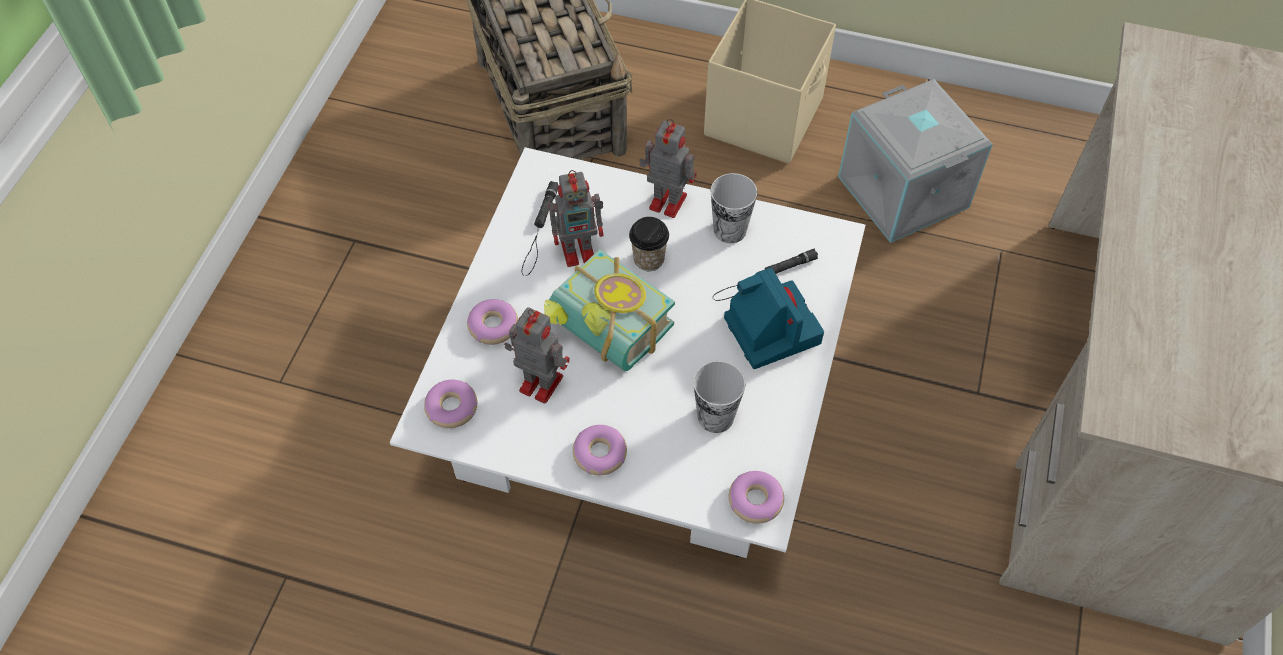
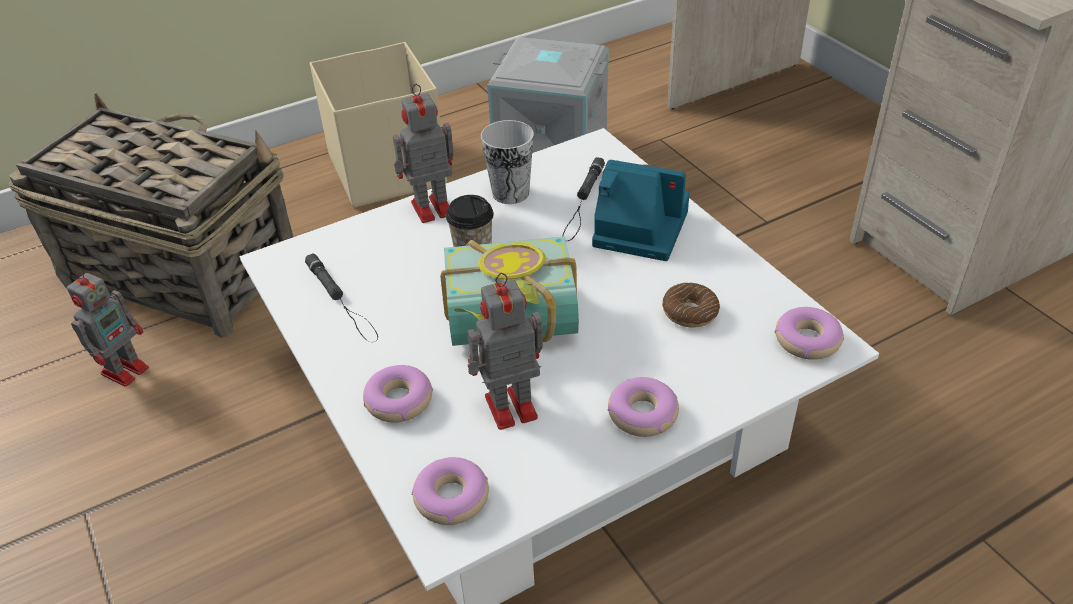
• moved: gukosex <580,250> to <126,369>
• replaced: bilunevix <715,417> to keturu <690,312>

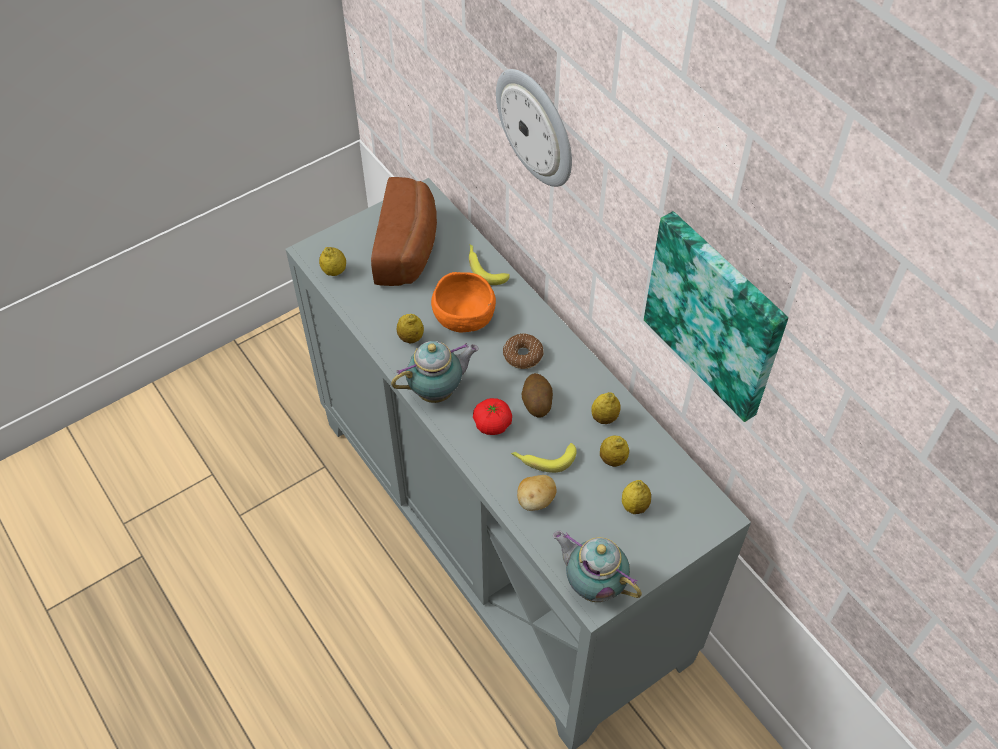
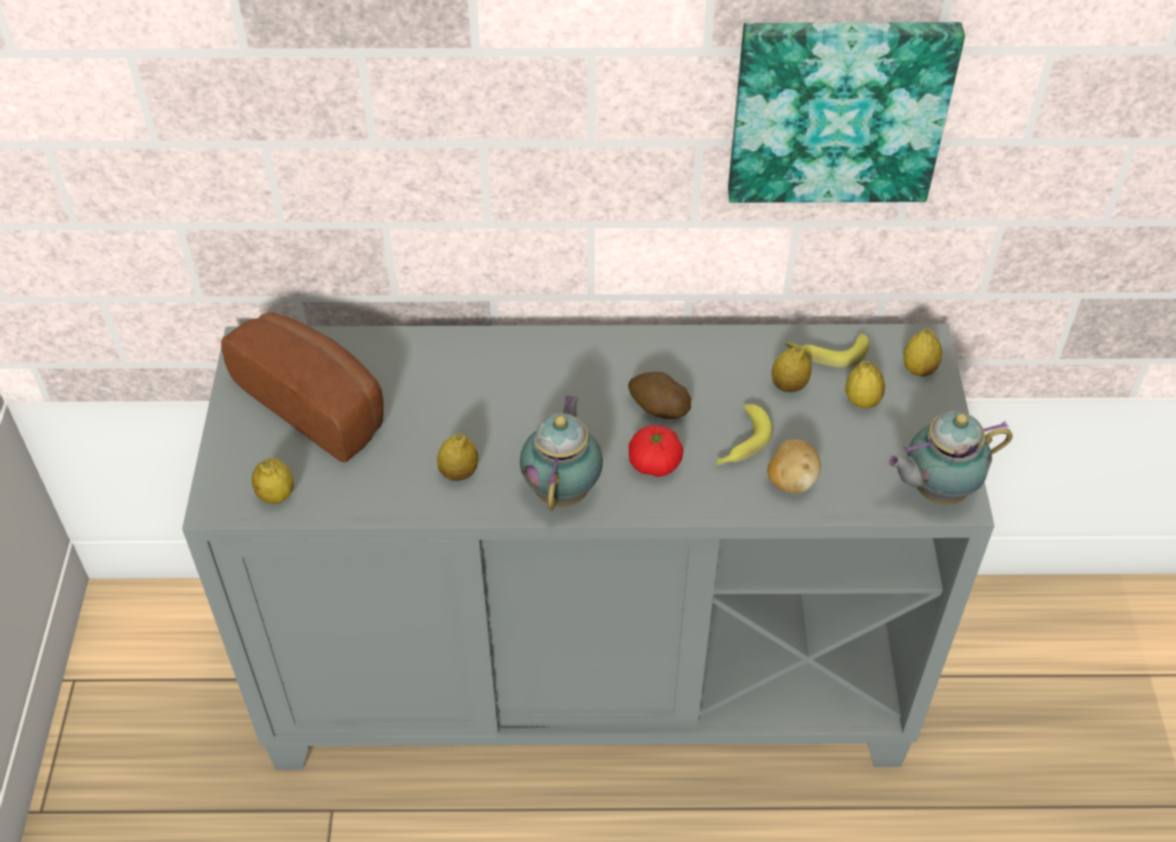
• removed: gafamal <537,126>
• moved: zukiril <484,268> to <825,353>
• removed: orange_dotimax <465,316>
• removed: keturu <523,355>
• moved: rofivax <604,417> to <918,369>

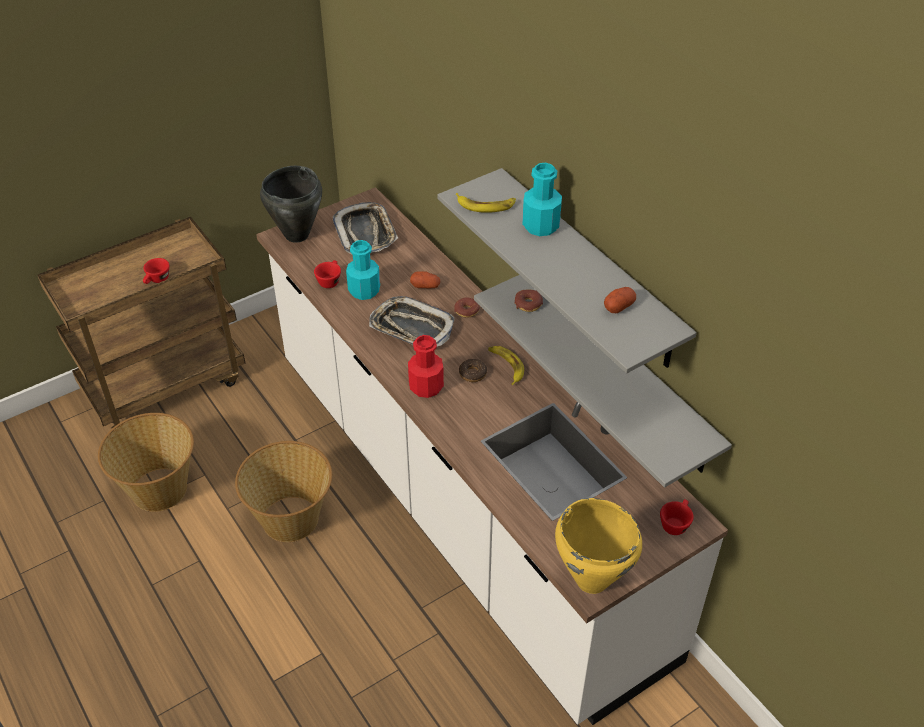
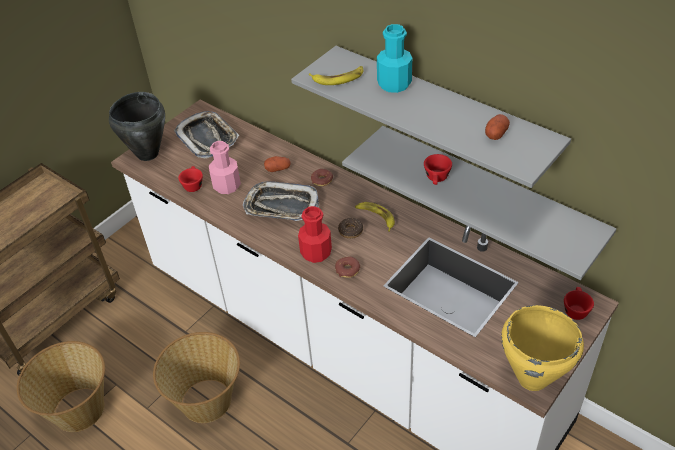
• recoloured: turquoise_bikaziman <364,290> to pink_bikaziman <227,185>
• moved: red_bilunevix <157,280> to <437,179>
• moved: keturu <528,304> to <347,270>

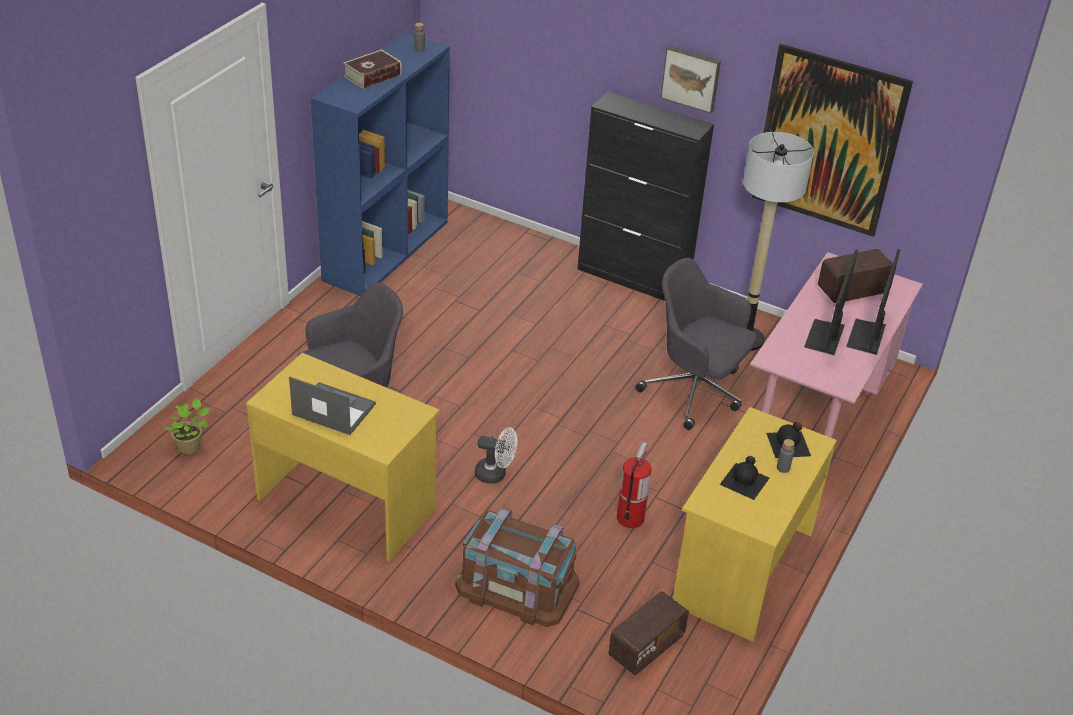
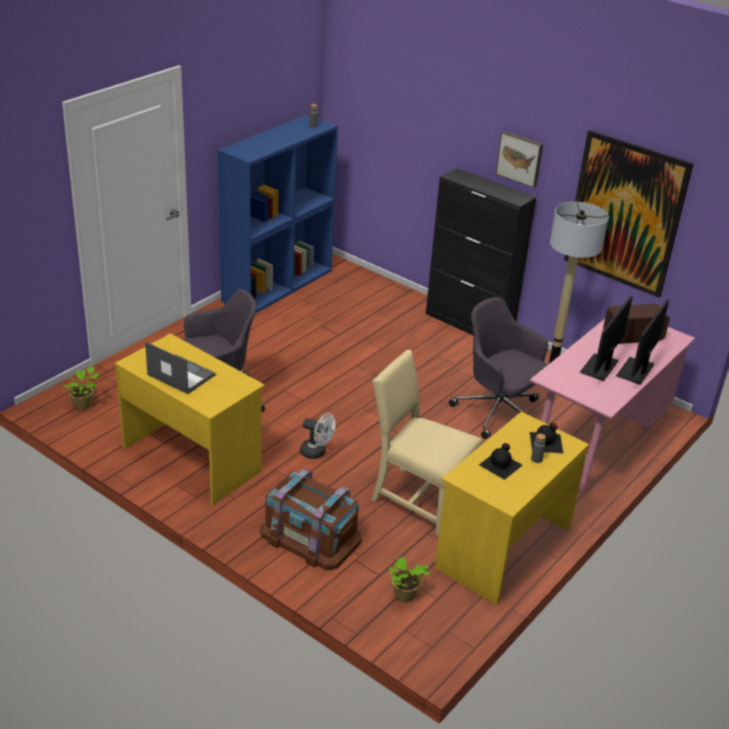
• removed: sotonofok <372,75>
• replaced: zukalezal <630,518> to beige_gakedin <418,498>
• replaced: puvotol <646,647> to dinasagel <404,596>

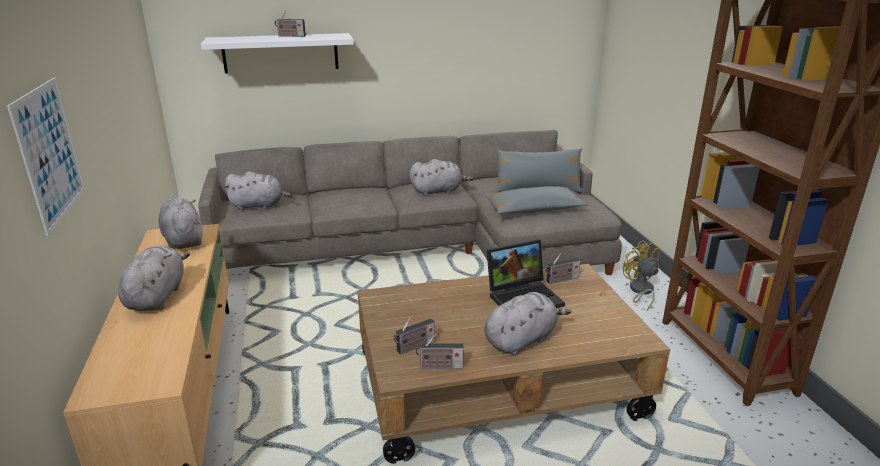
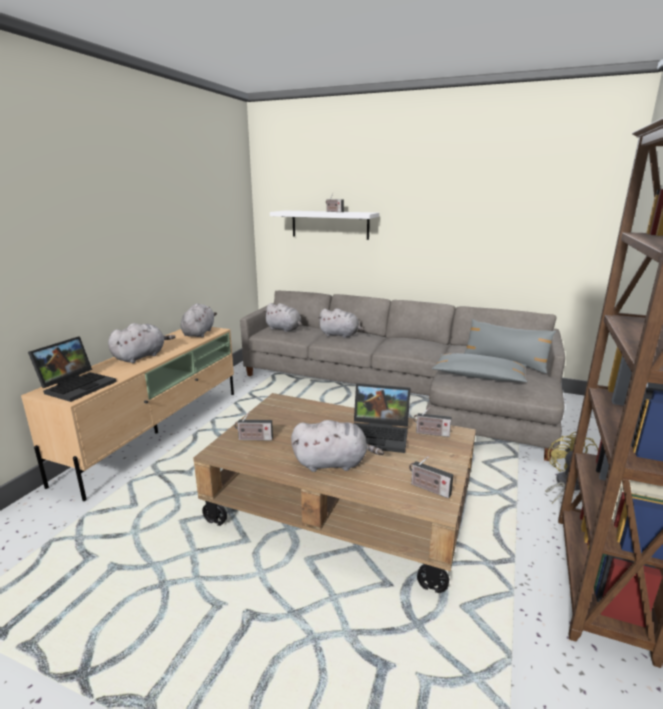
• removed: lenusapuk <50,153>
• moved: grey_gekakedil <438,191> to <340,335>
• moved: puvotol <439,367> to <428,489>
• added: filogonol <78,386>

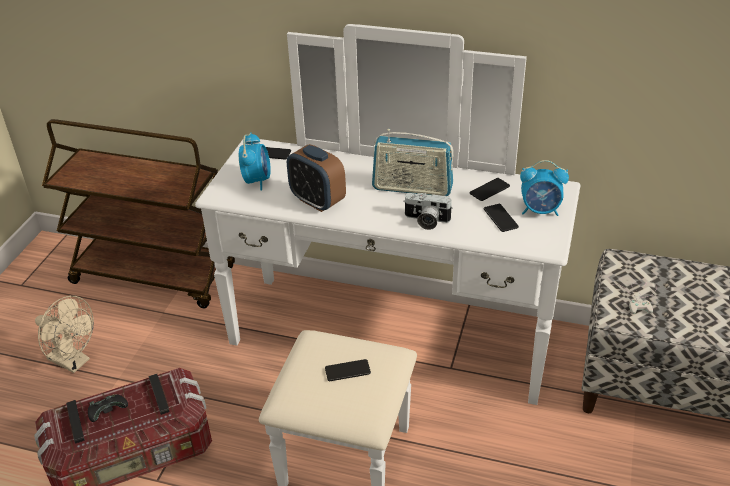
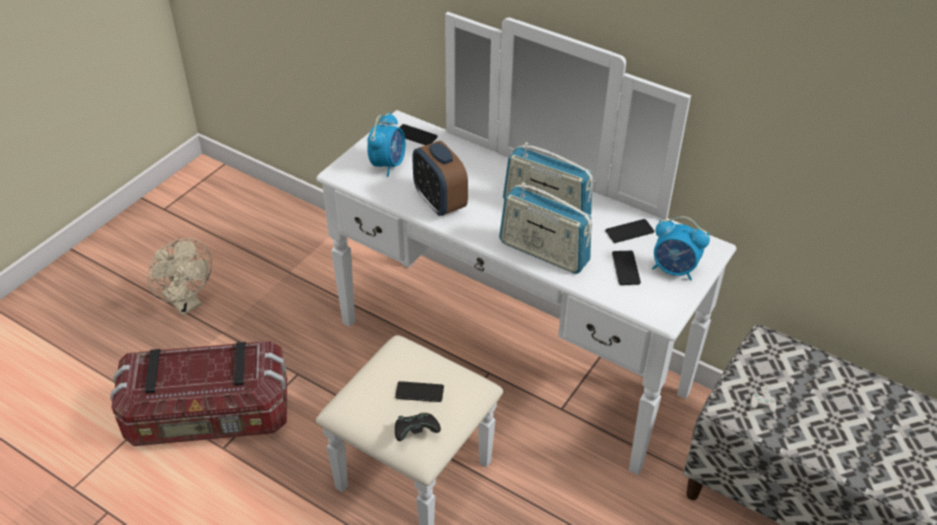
• removed: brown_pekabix <155,275>
• replaced: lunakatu <426,221> to puvotol <543,252>
• moved: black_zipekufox <108,413> to <416,433>

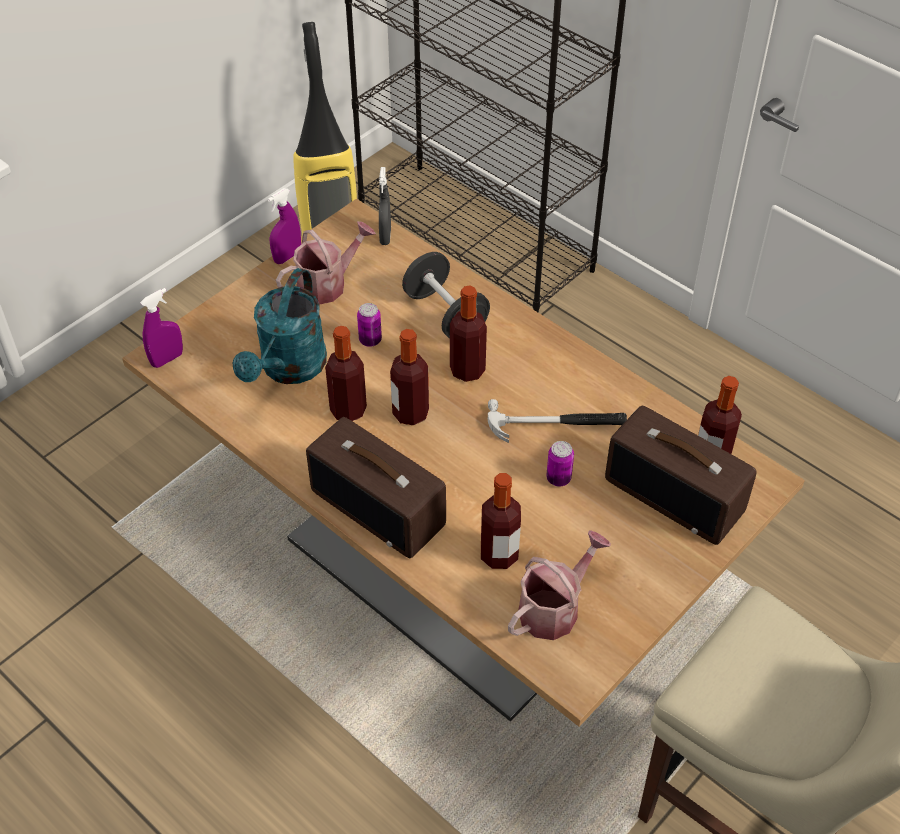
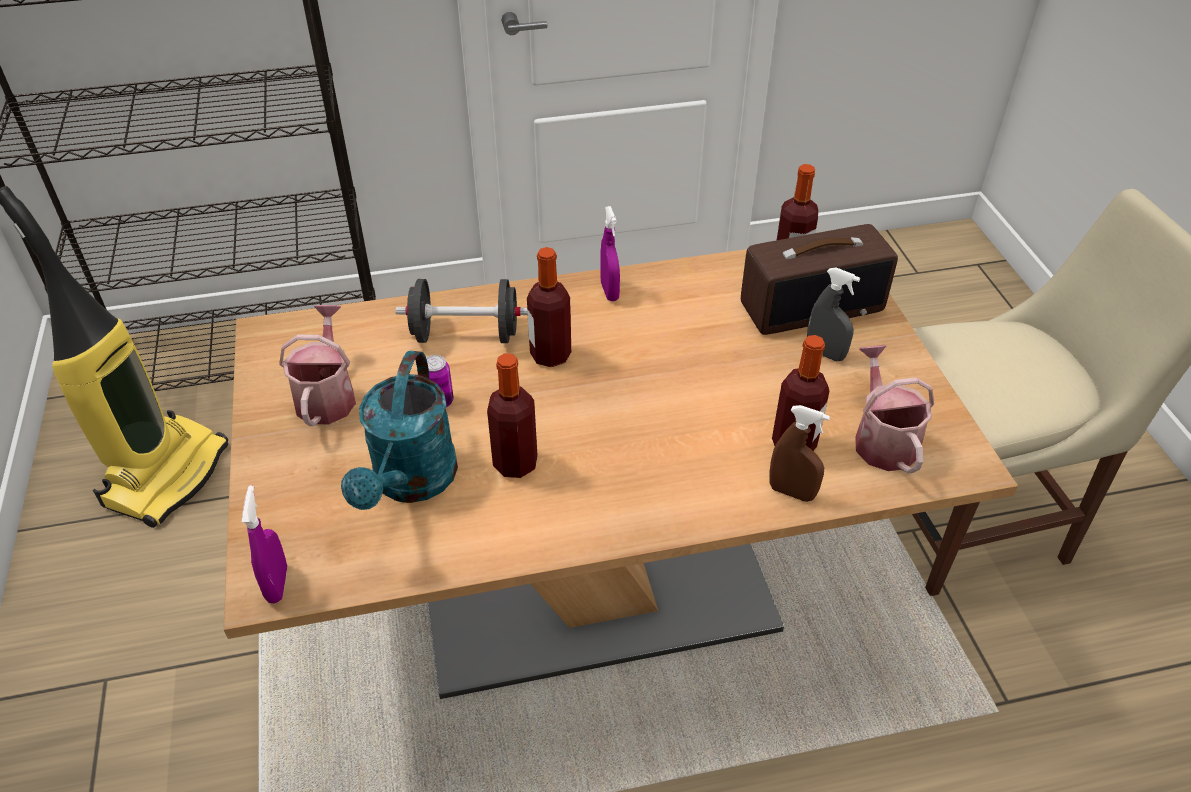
• moved: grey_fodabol <385,236> to <825,353>
• moved: purple_fodabol <287,256> to <609,291>
• turned: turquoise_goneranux <289,369> = <411,483> 45 degrees clockwise
• removed: bikaziman <410,413>
• removed: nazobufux <556,423>
• removed: puvotol <380,508>
• removed: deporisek <558,478>
• added: brown_fodabol <791,492>

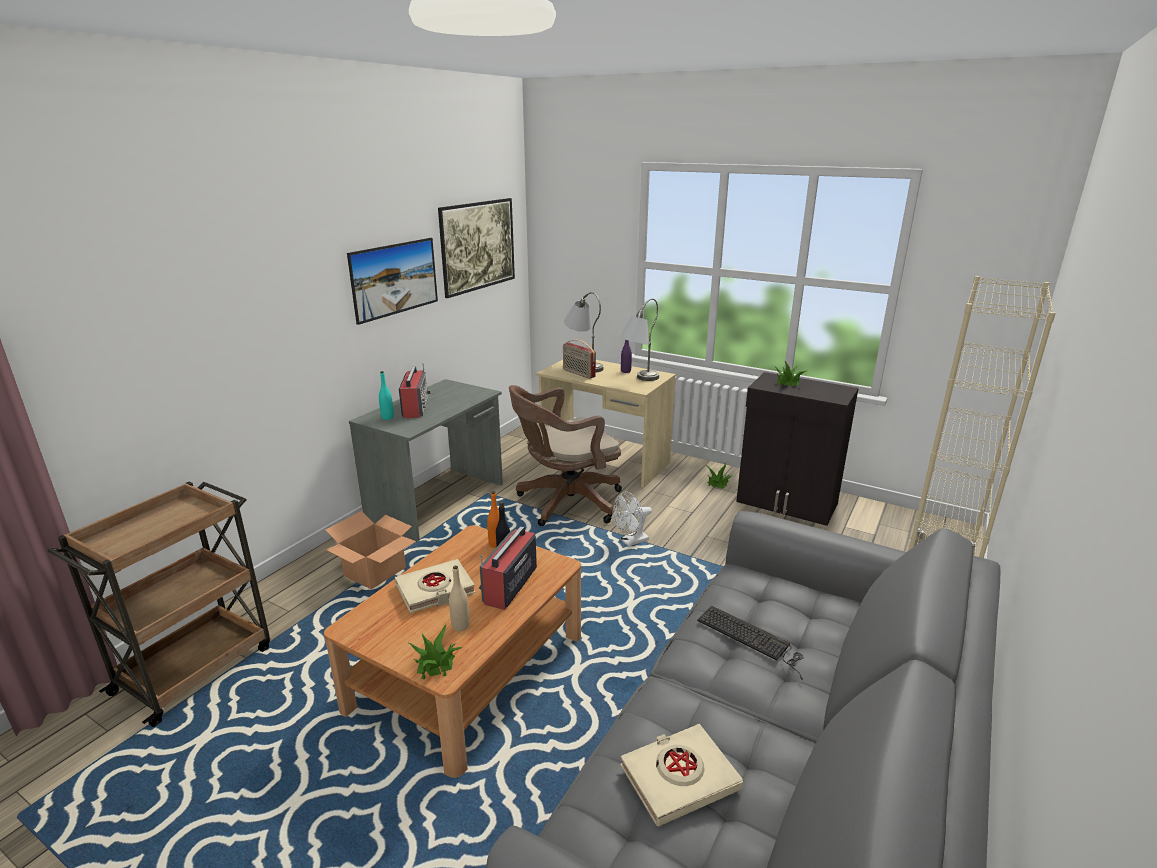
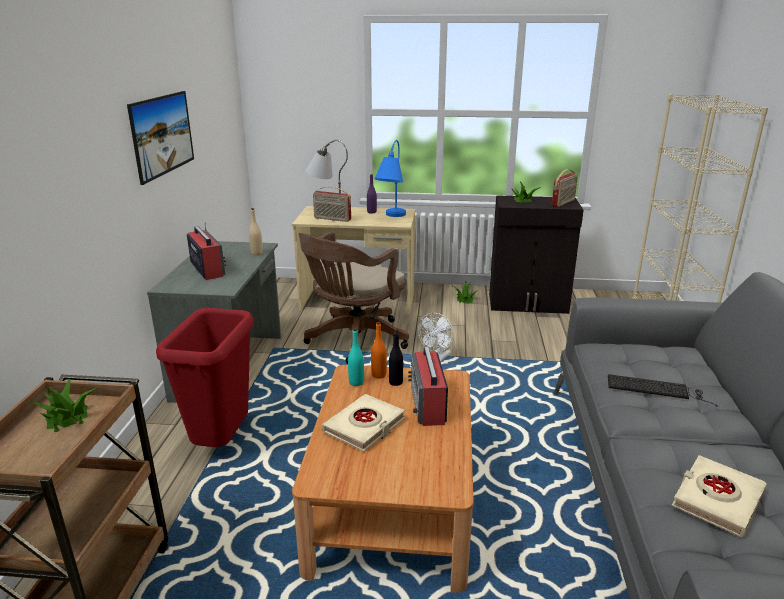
• removed: lenusapuk <479,267>
• recoloured: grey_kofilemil <638,381> to blue_kofilemil <391,217>
• moved: turquoise_bikaziman <387,417> to <356,382>
• replaced: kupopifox <375,571> to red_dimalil <221,443>
• moved: beige_bikaziman <460,626> to <256,253>
• moved: dinasagel <435,663> to <66,417>
• added: puvotol <563,203>

